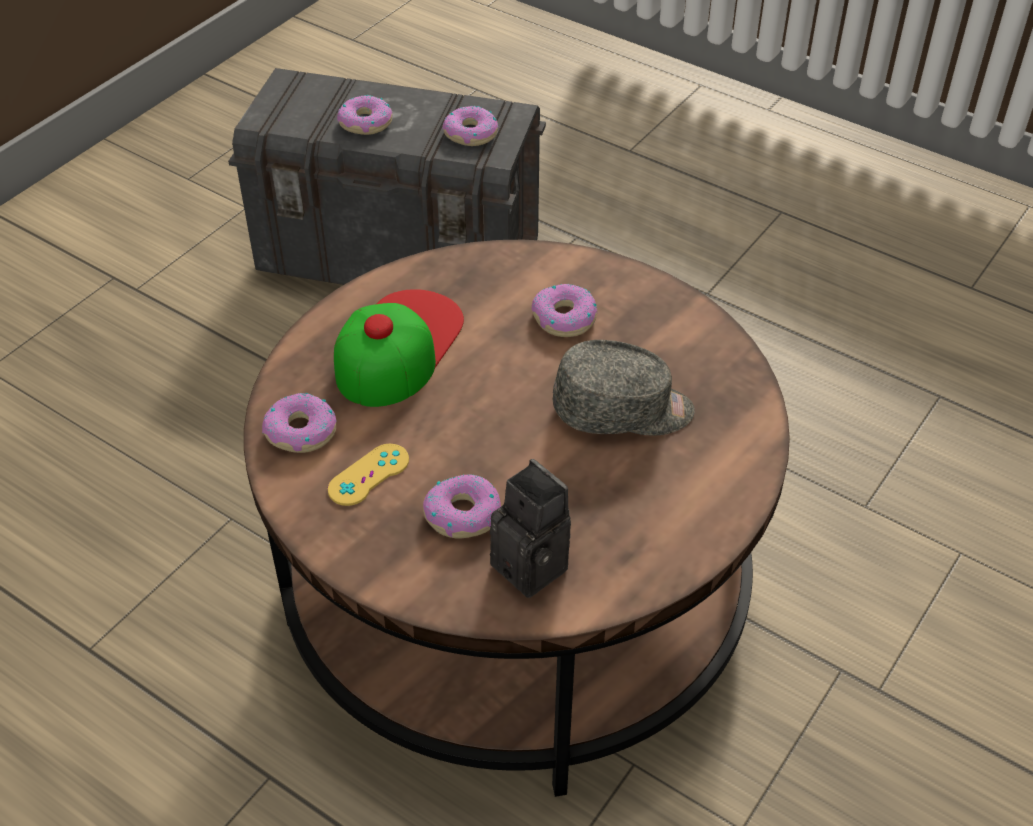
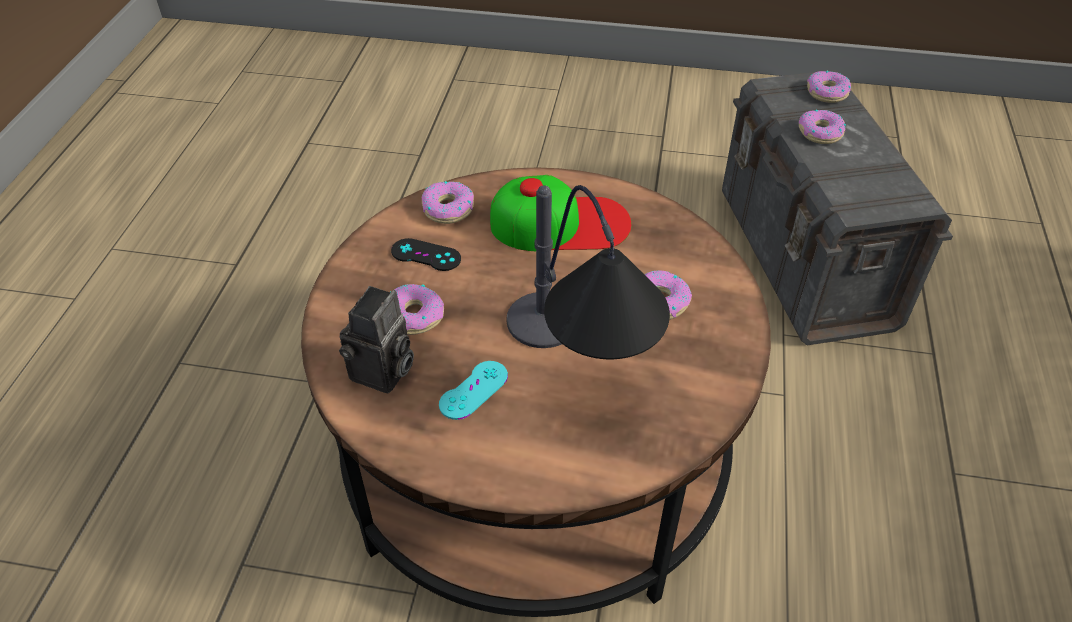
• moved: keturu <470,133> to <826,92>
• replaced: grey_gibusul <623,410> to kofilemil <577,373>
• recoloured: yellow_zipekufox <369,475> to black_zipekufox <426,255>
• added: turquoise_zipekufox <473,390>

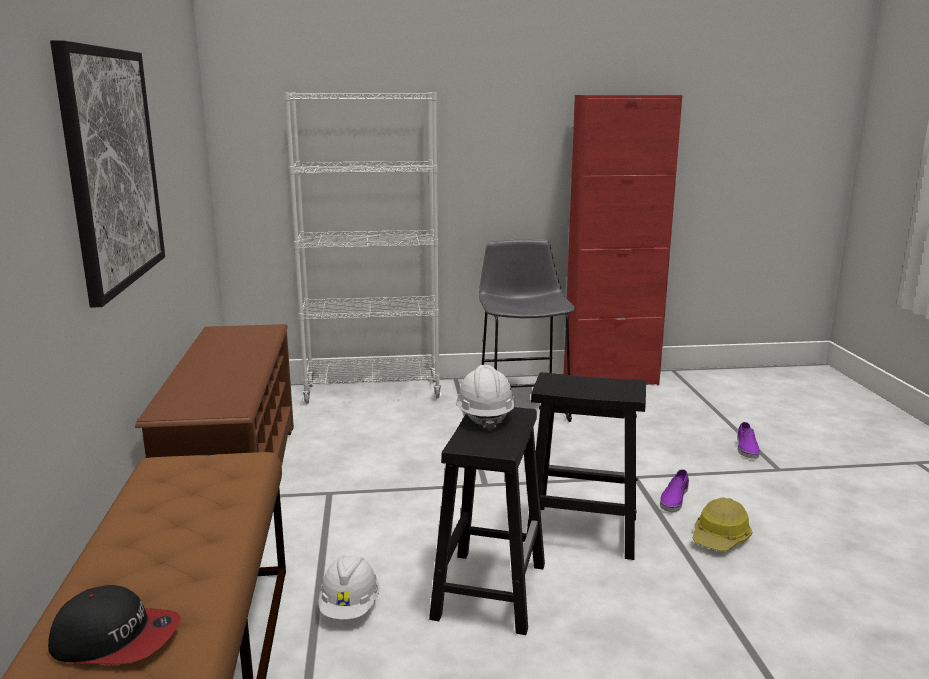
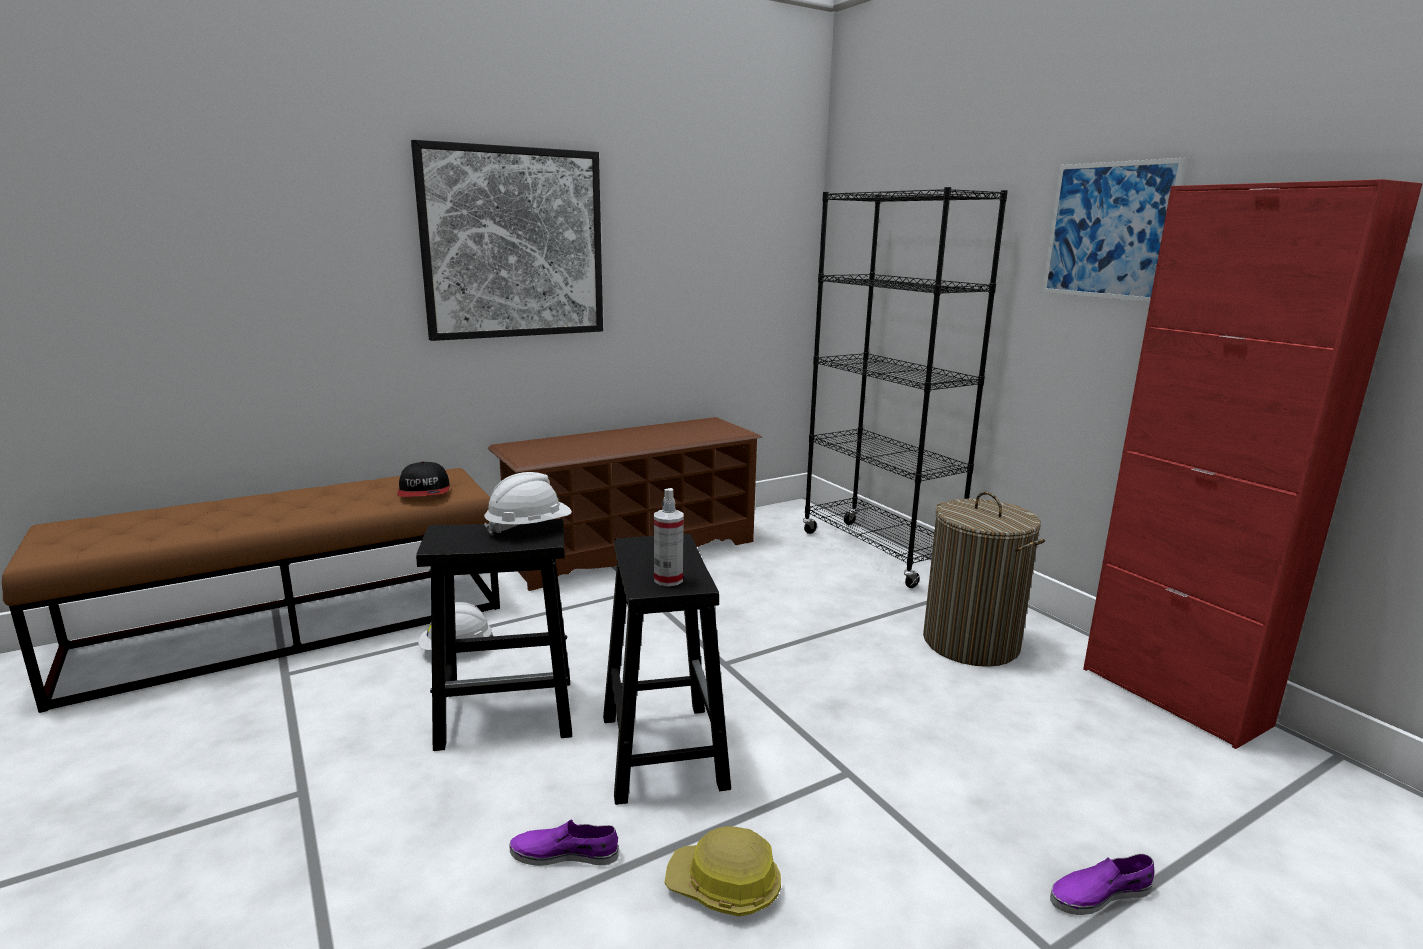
• recoloured: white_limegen <373,392> to black_limegen <878,553>
• replaced: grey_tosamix <523,404> to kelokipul <971,643>
• moved: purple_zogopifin <674,499> to <565,853>
• moved: gibusul <116,639> to <424,491>
• added: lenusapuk <1108,231>
• added: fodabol <668,579>

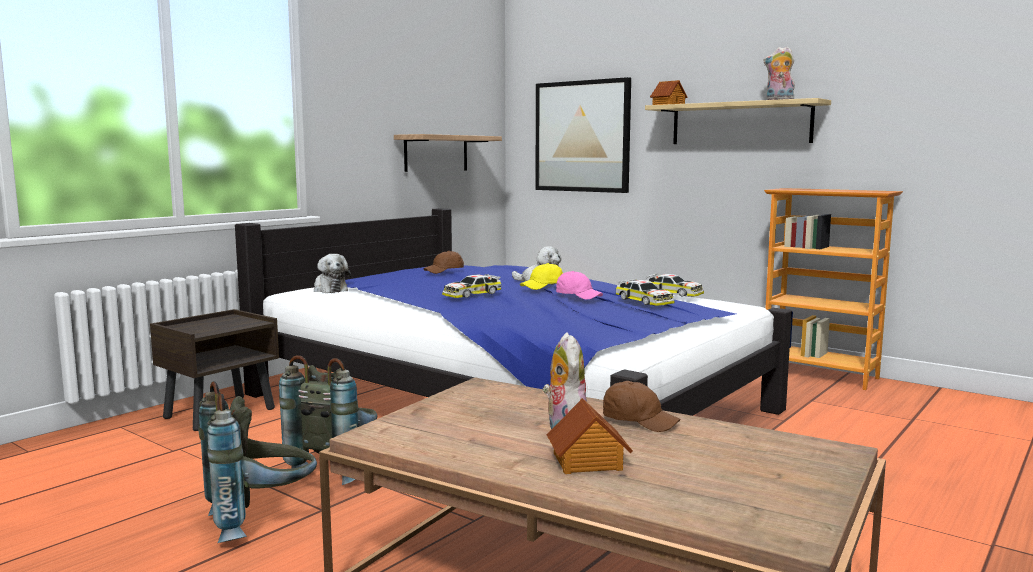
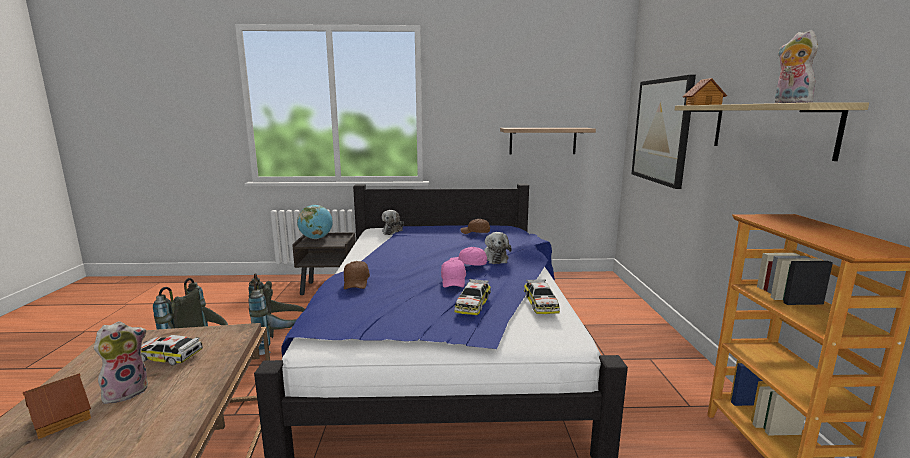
• recoloured: yellow_gibusul <543,286> to pink_gibusul <468,264>
• moved: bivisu <472,294> to <167,356>
• moved: brown_gibusul <639,421> to <356,283>
• added: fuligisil <316,238>

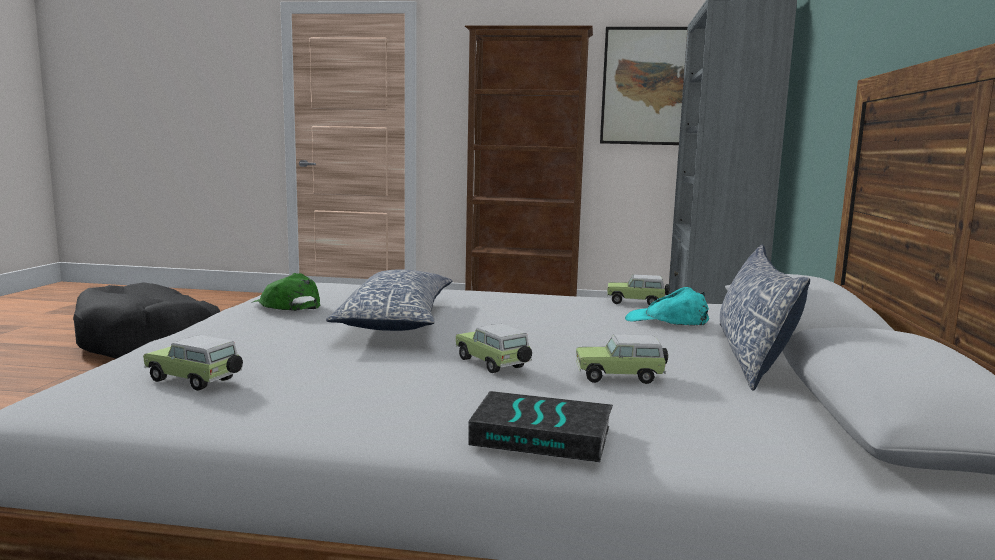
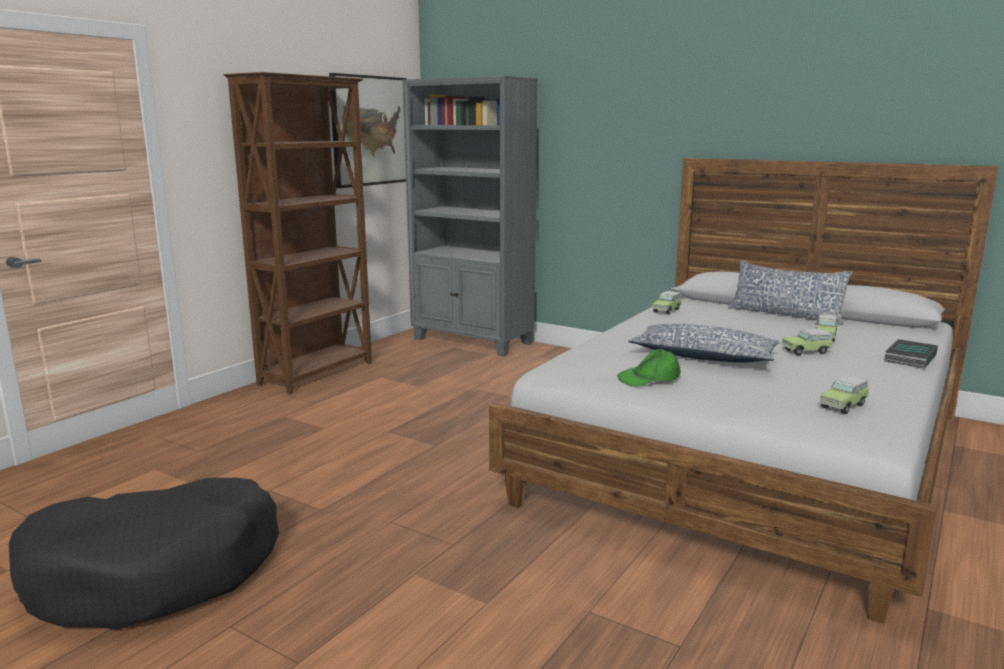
• removed: turquoise_gibusul <666,321>

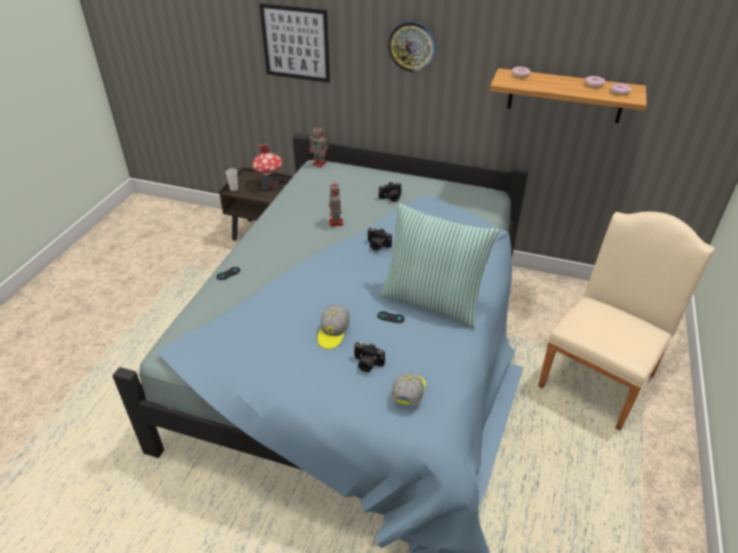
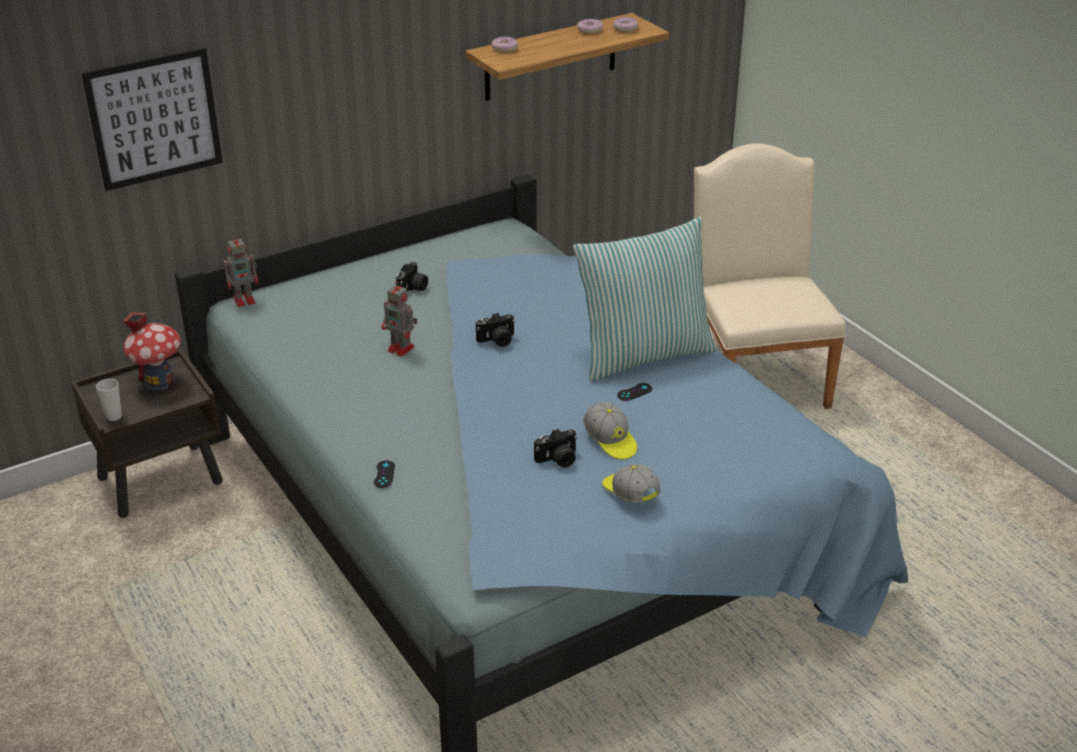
• removed: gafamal <412,46>
• moved: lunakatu <367,364> to <558,460>
• moved: gibusul <409,393> to <629,494>

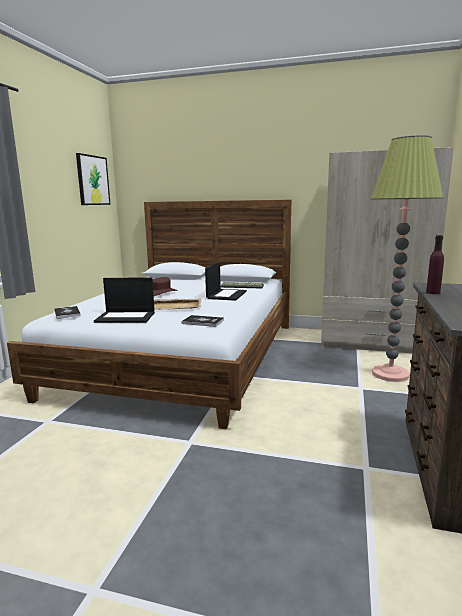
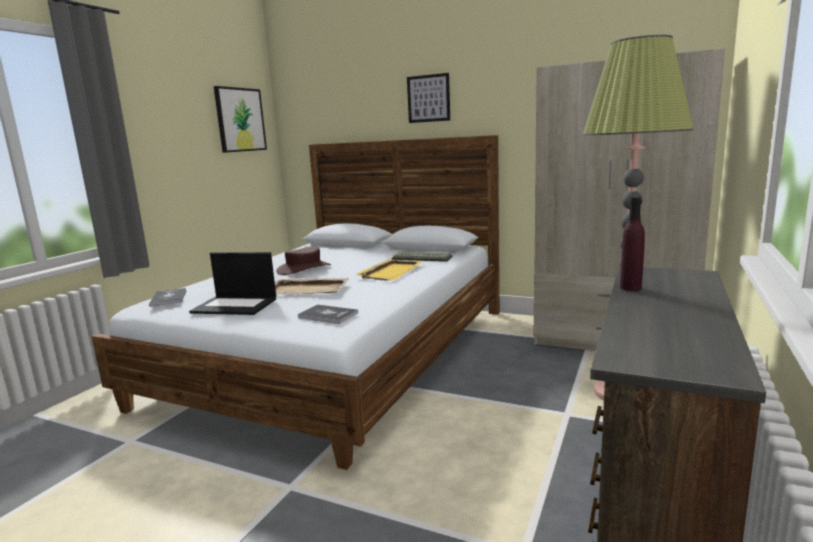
• replaced: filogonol <226,295> to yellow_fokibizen <391,271>
• added: lenusapuk <428,98>

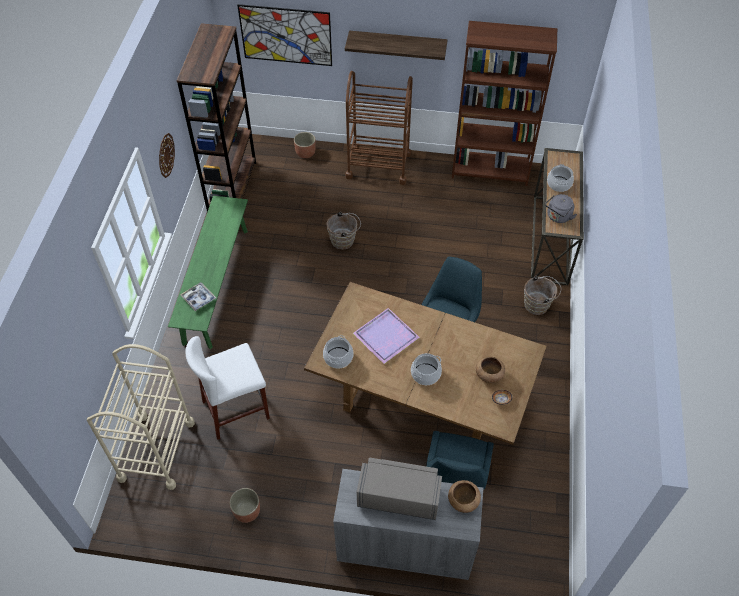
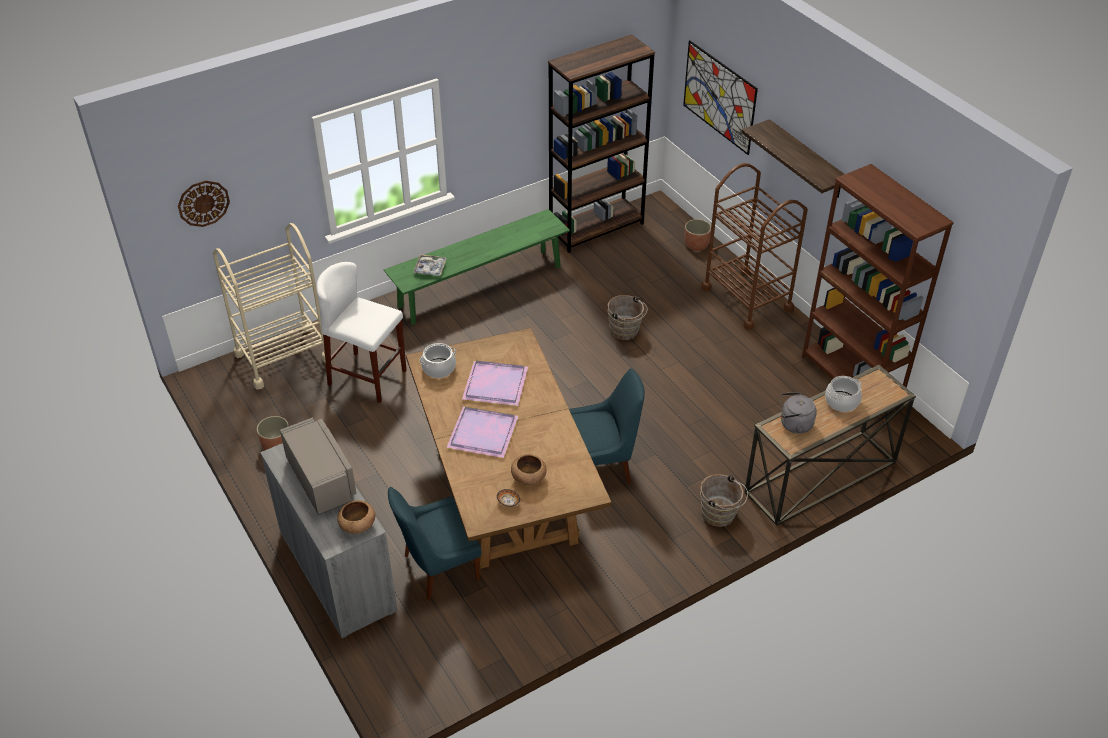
• moved: gafamal <166,155> to <203,203>
• replaced: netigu <425,374> to purple_fokibizen <481,434>

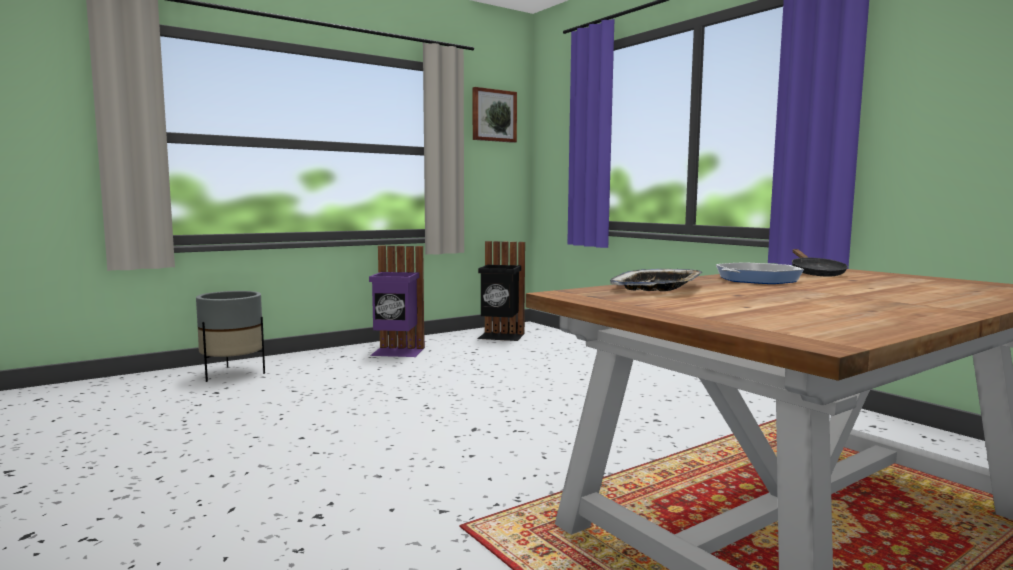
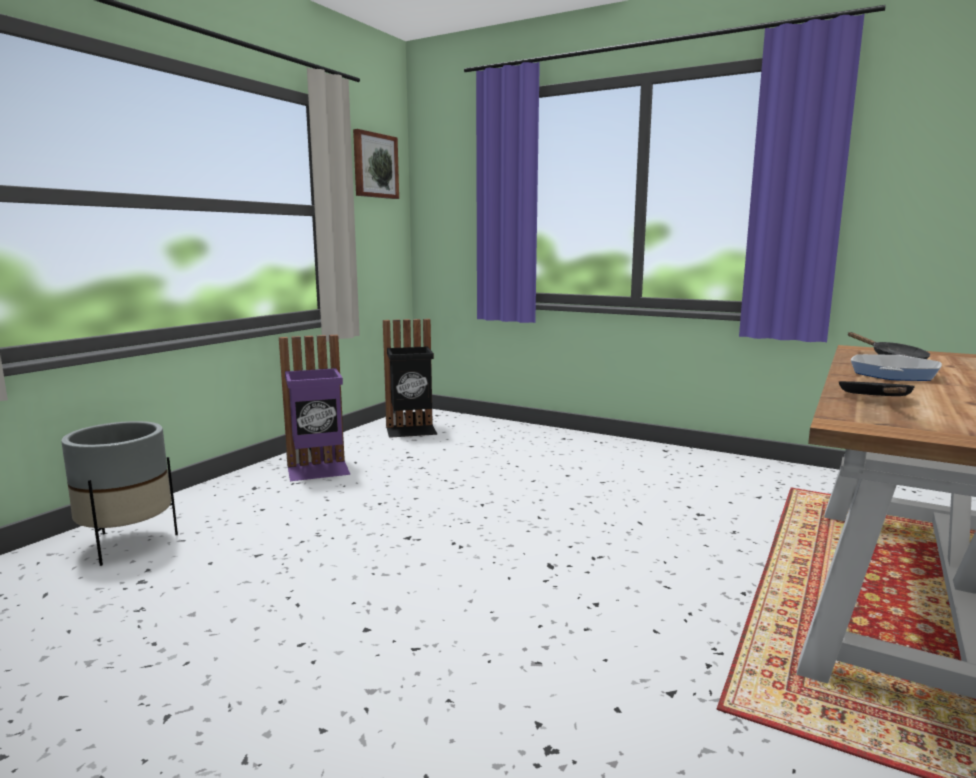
• replaced: fokibizen <658,287> to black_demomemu <876,399>

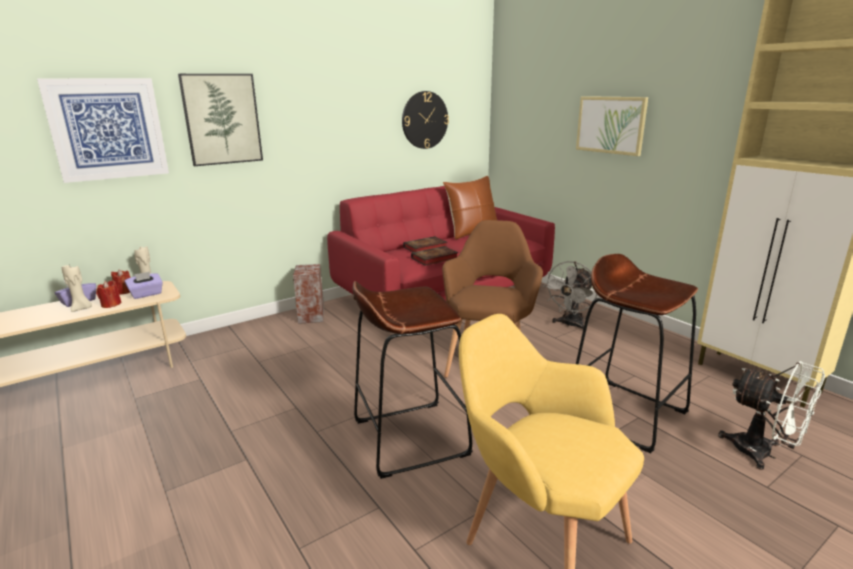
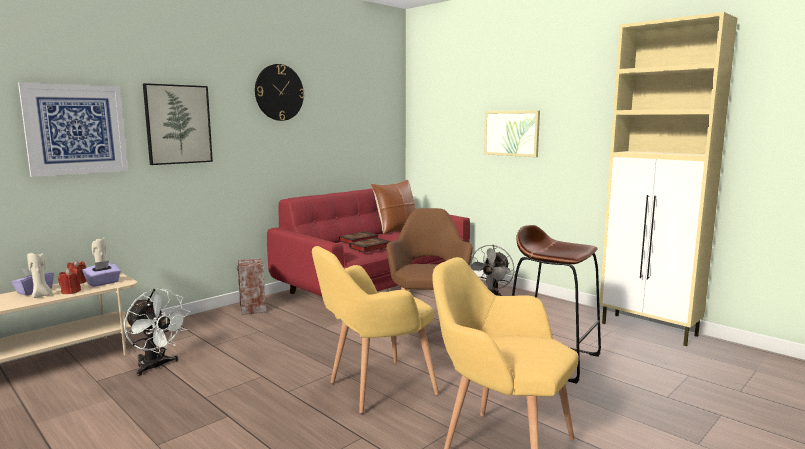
• moved: gafamal <424,120> to <279,92>
• replaced: brown_tosamix <410,437> to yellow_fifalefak <374,389>
• moved: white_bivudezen <763,454> to <156,366>

